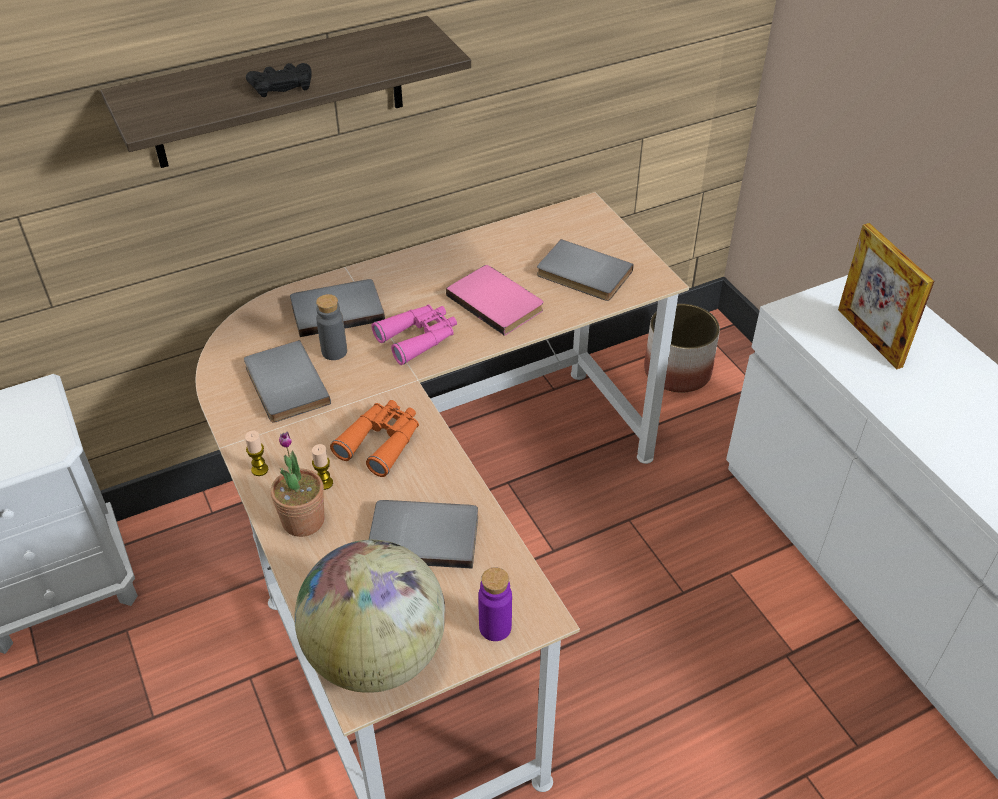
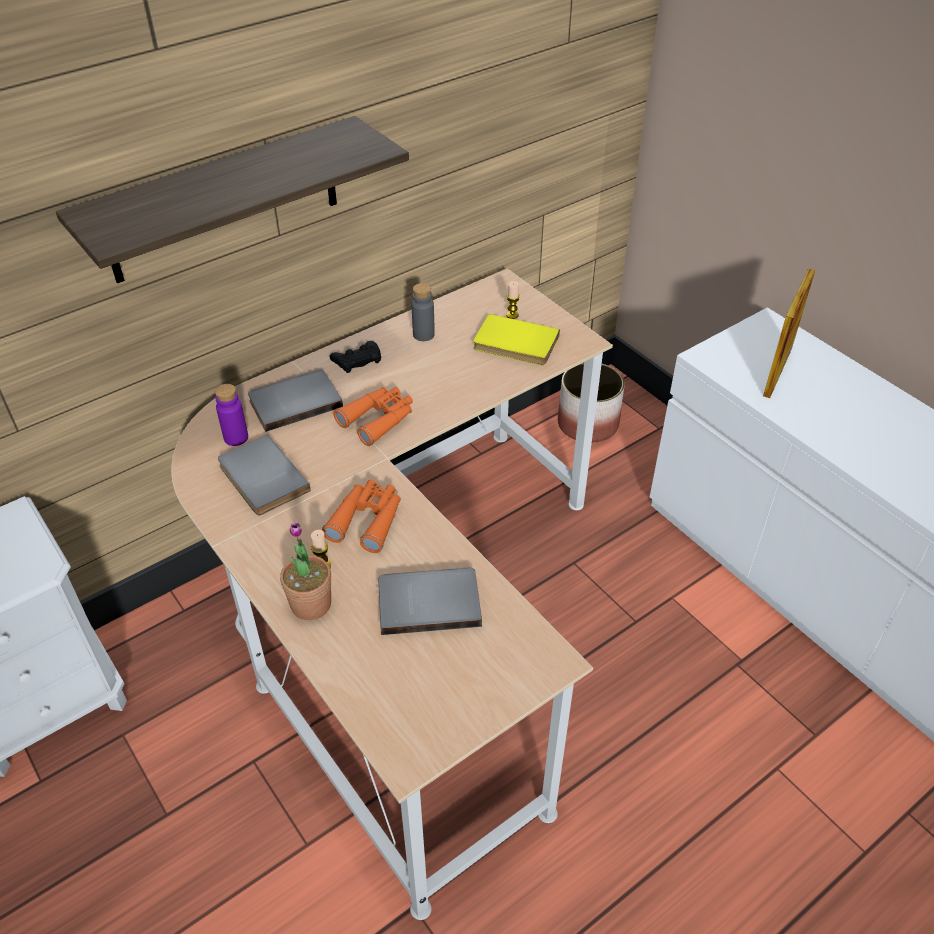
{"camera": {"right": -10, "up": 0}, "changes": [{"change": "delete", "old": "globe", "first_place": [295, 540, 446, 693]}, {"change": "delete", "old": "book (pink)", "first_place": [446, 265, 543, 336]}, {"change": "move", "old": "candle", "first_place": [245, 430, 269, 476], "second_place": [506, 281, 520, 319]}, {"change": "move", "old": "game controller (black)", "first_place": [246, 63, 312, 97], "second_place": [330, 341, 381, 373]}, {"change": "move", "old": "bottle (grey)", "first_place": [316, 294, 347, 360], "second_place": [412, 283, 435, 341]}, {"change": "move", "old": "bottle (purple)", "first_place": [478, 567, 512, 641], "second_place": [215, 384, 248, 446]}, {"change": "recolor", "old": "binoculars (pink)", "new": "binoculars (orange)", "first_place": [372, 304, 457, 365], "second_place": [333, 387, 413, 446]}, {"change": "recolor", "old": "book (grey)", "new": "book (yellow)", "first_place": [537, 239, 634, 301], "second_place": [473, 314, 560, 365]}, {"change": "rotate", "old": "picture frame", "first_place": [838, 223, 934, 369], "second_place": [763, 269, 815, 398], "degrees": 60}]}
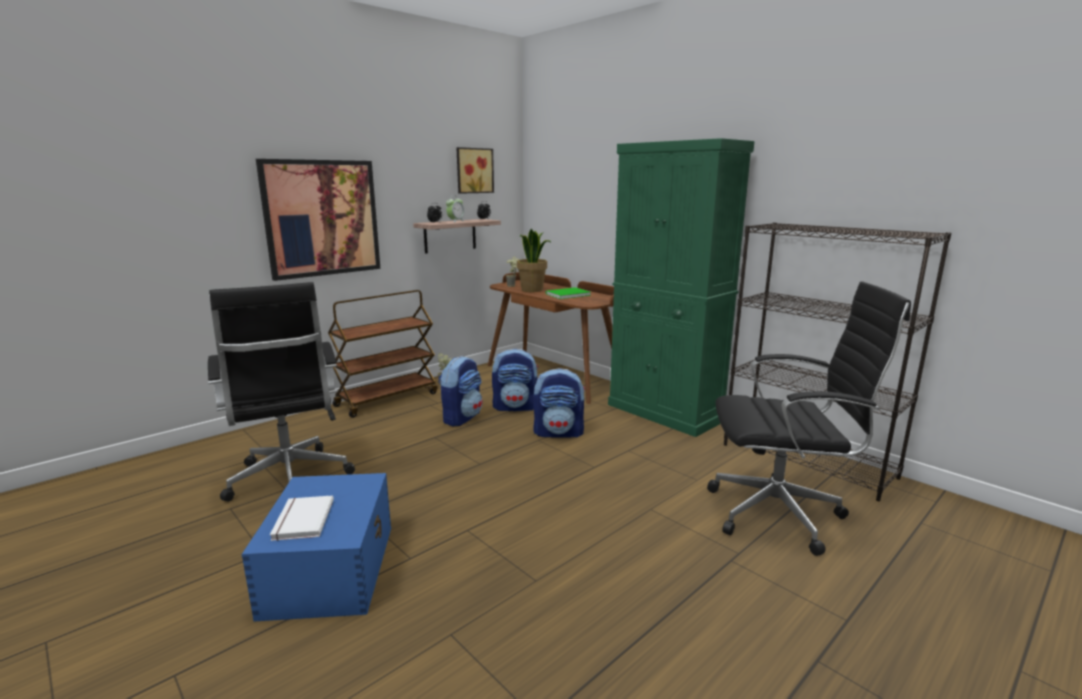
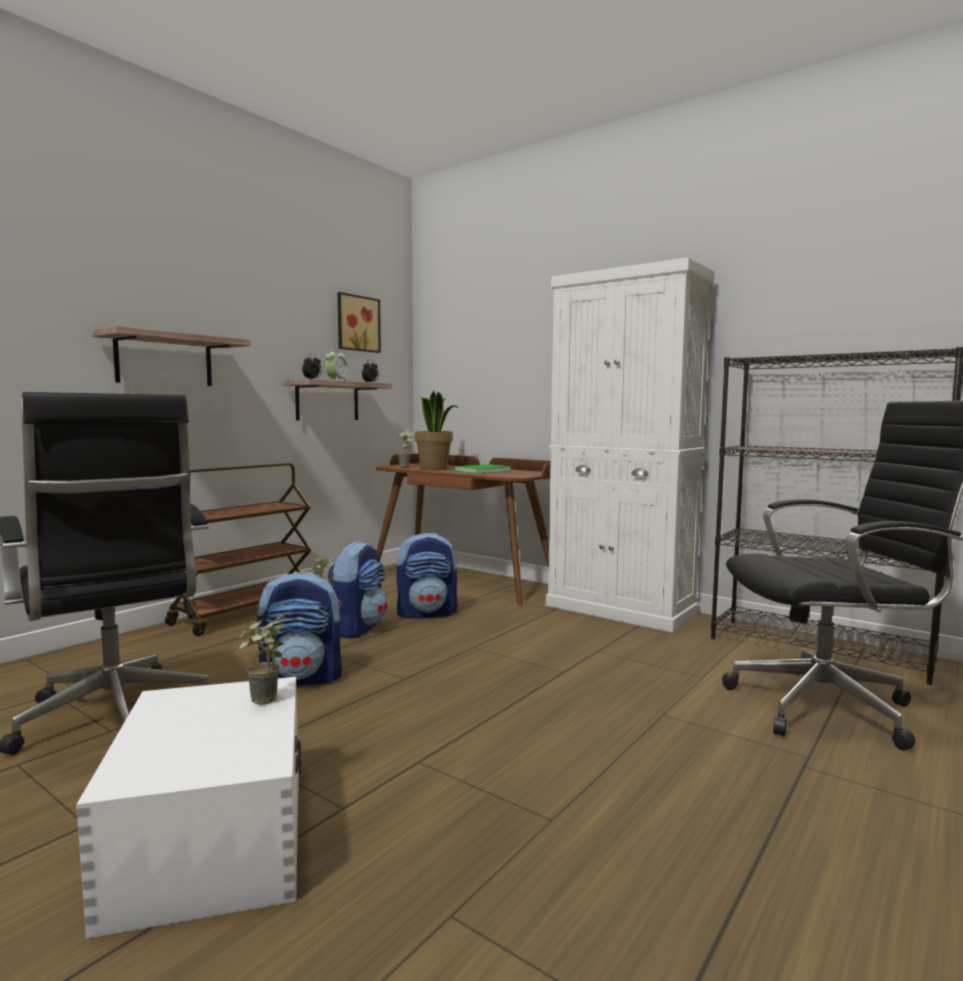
{"camera": {"right": -10, "up": -10}, "changes": [{"change": "delete", "old": "book (white)", "first_place": [270, 495, 334, 541]}, {"change": "insert", "new": "potted plant", "second_place": [238, 612, 287, 705]}, {"change": "move", "old": "backpack", "first_place": [533, 368, 585, 438], "second_place": [257, 572, 343, 686]}, {"change": "replace", "old": "picture", "new": "shelf", "first_place": [256, 159, 380, 281], "second_place": [92, 326, 251, 386]}, {"change": "recolor", "old": "storage box (blue)", "new": "storage box (white)", "first_place": [242, 473, 391, 622], "second_place": [76, 677, 302, 939]}, {"change": "recolor", "old": "cabinet (green)", "new": "cabinet (white)", "first_place": [608, 138, 755, 437], "second_place": [546, 258, 714, 633]}]}
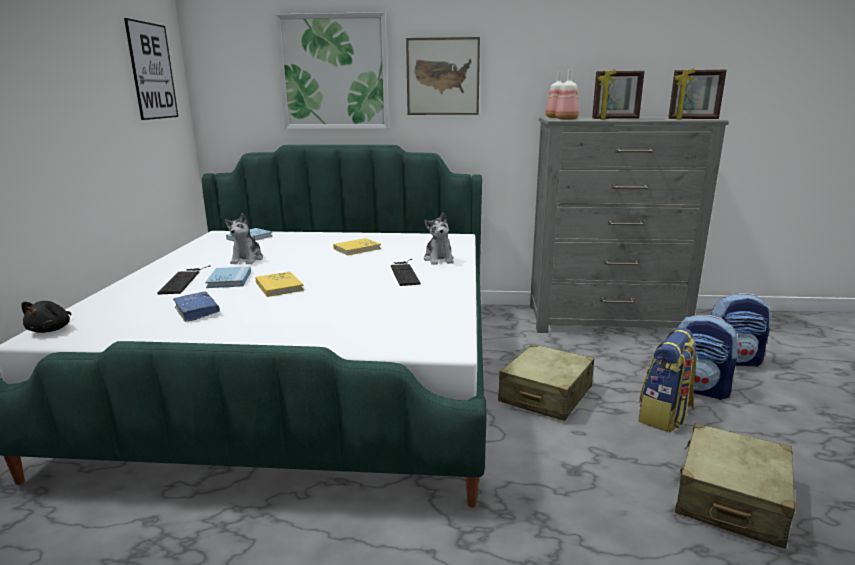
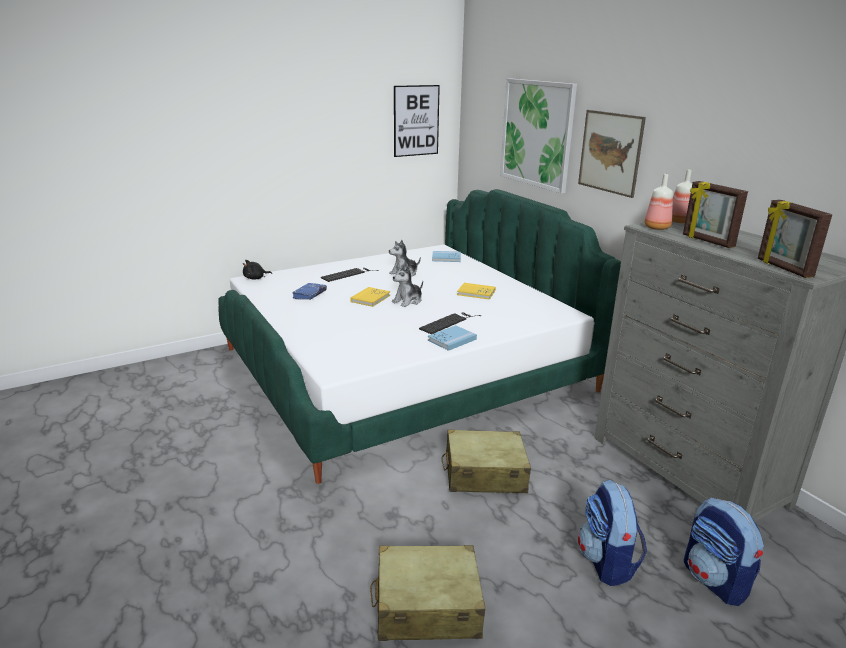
{"camera": {"right": 55, "up": 5}, "changes": [{"change": "delete", "old": "backpack", "first_place": [638, 327, 697, 432]}, {"change": "move", "old": "book (blue)", "first_place": [205, 266, 251, 288], "second_place": [428, 325, 477, 351]}, {"change": "move", "old": "plush toy", "first_place": [424, 213, 454, 265], "second_place": [392, 264, 423, 307]}]}
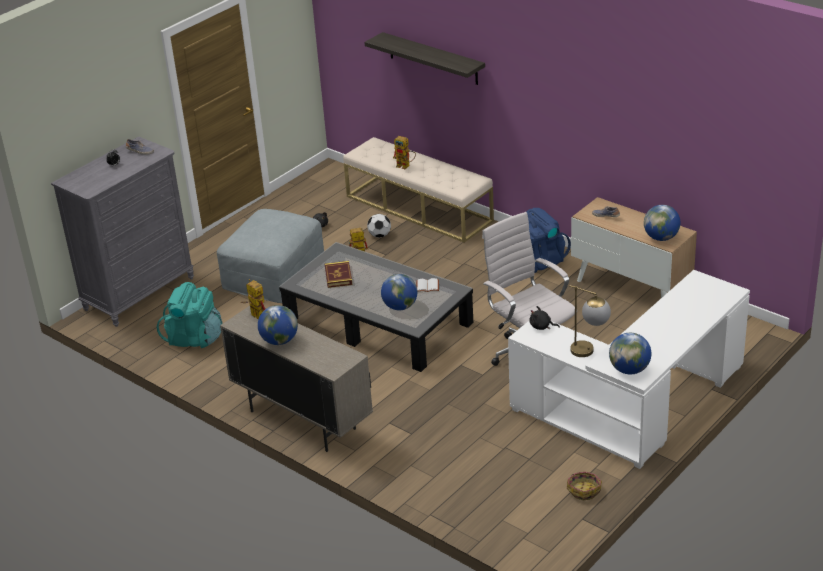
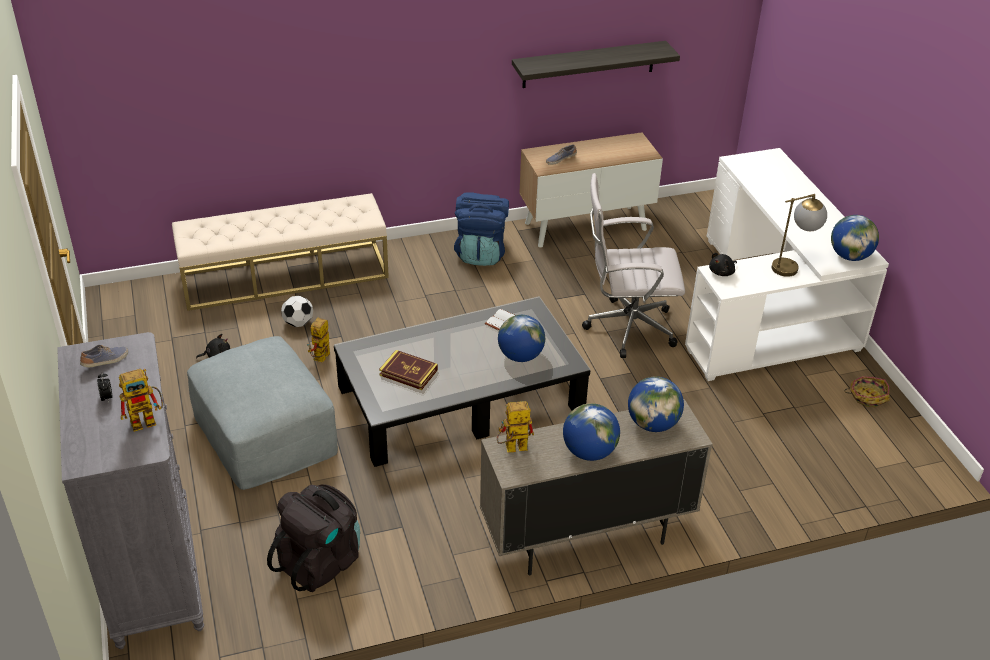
{"camera": {"right": -60, "up": 5}, "changes": [{"change": "move", "old": "shelf", "first_place": [365, 32, 485, 85], "second_place": [512, 41, 680, 88]}, {"change": "move", "old": "toy robot", "first_place": [393, 136, 416, 170], "second_place": [119, 369, 163, 432]}, {"change": "move", "old": "globe", "first_place": [644, 205, 680, 241], "second_place": [628, 377, 684, 432]}, {"change": "recolor", "old": "backpack (turquoise)", "new": "backpack (black)", "first_place": [157, 282, 223, 348], "second_place": [267, 484, 360, 592]}]}
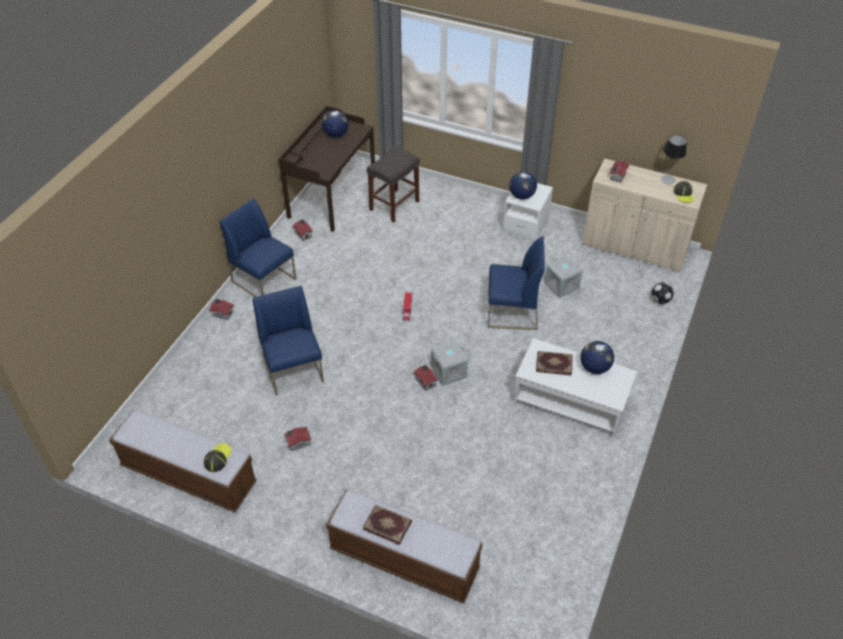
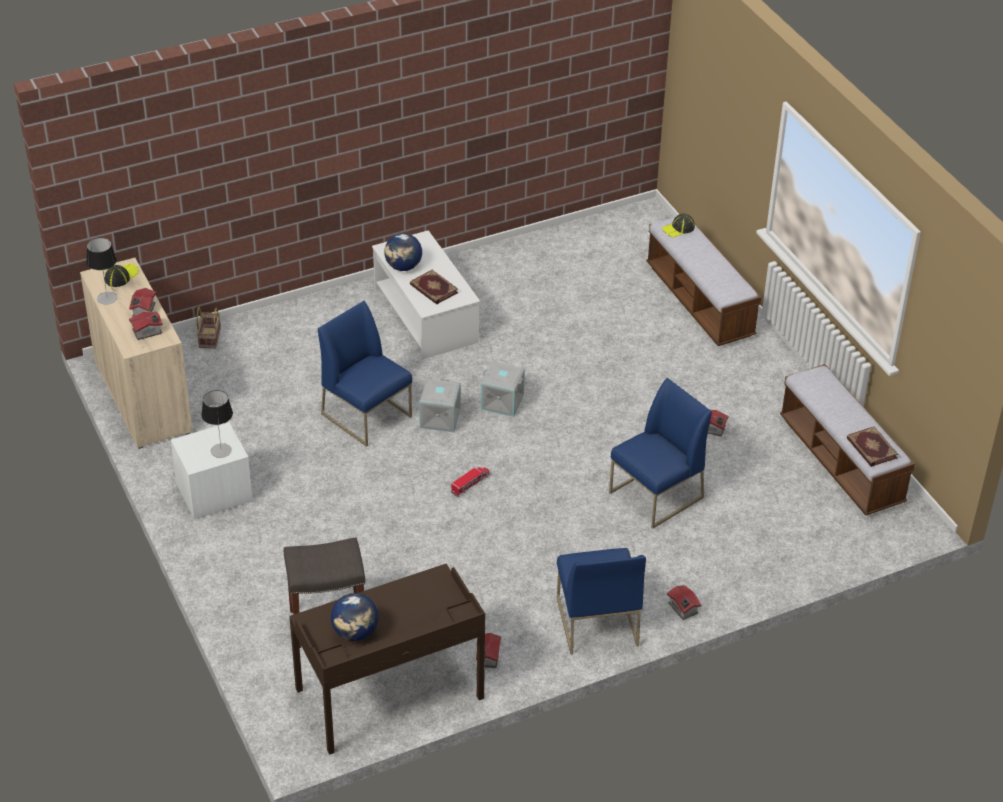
{"camera": {"right": -140, "up": -5}, "changes": [{"change": "move", "old": "cap", "first_place": [204, 443, 232, 472], "second_place": [662, 213, 695, 237]}, {"change": "move", "old": "book", "first_place": [363, 505, 412, 545], "second_place": [847, 426, 898, 467]}, {"change": "move", "old": "toy house", "first_place": [413, 365, 438, 391], "second_place": [129, 288, 156, 317]}, {"change": "move", "old": "storage box (grey)", "first_place": [544, 256, 583, 298], "second_place": [419, 379, 461, 432]}, {"change": "replace", "old": "globe", "new": "table lamp", "first_place": [509, 172, 537, 200], "second_place": [202, 390, 233, 458]}, {"change": "replace", "old": "football", "new": "basket", "first_place": [652, 282, 674, 304], "second_place": [196, 307, 221, 349]}, {"change": "rotate", "old": "chair (blue)", "first_place": [253, 286, 324, 396], "second_place": [609, 378, 712, 529], "degrees": -150}]}
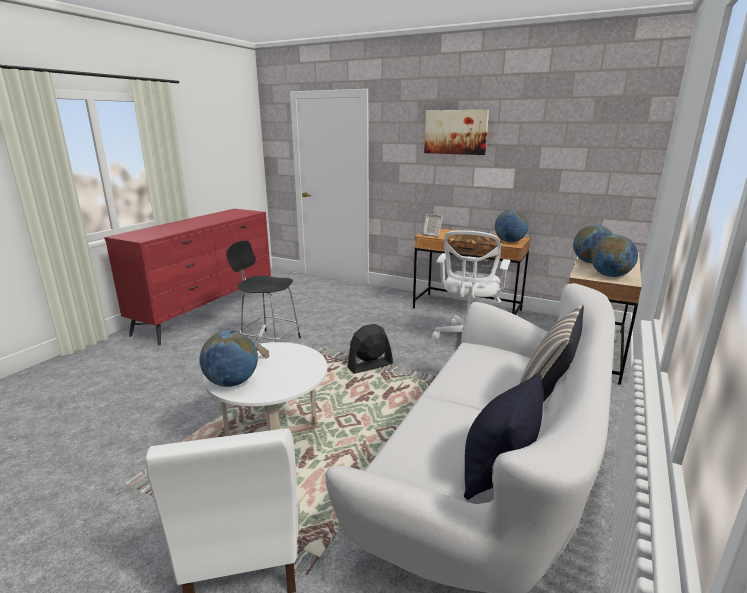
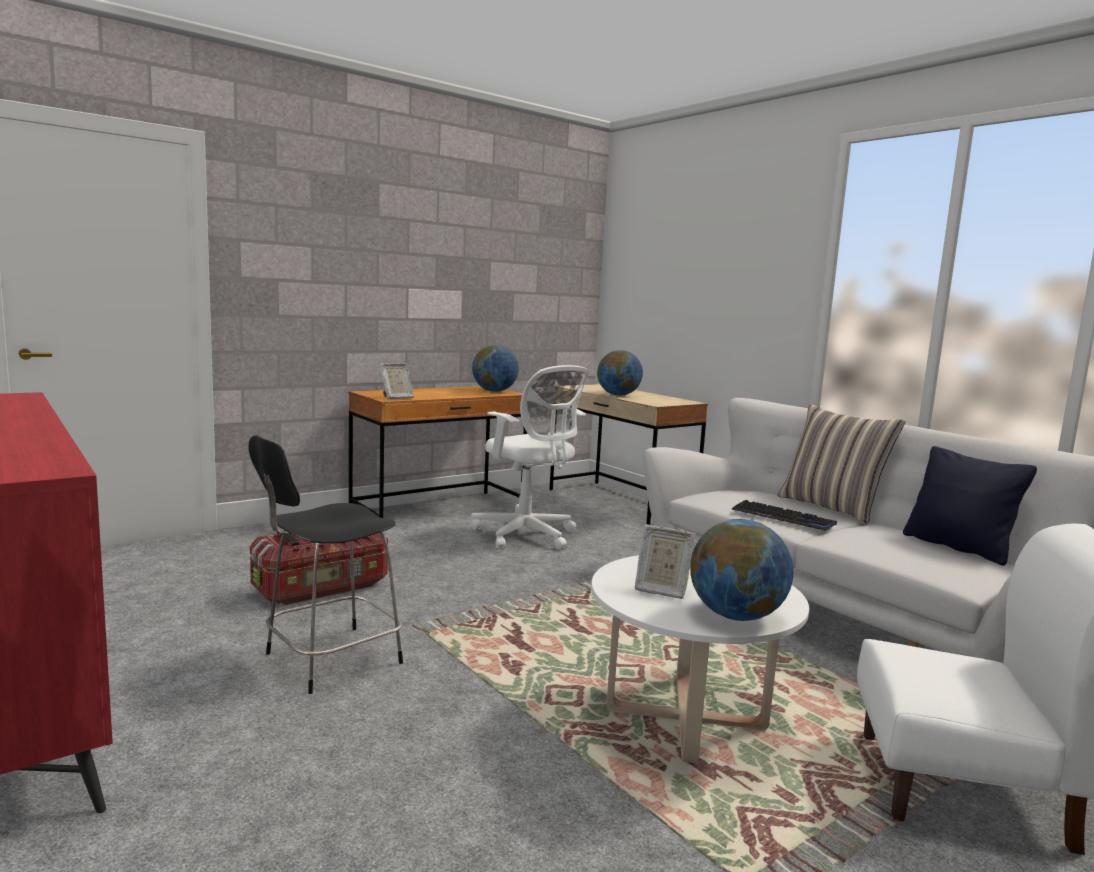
{"camera": {"right": -65, "up": -10}, "changes": [{"change": "delete", "old": "fan (black)", "first_place": [348, 324, 393, 374]}, {"change": "delete", "old": "picture", "first_place": [424, 110, 489, 155]}, {"change": "delete", "old": "globe", "first_place": [591, 235, 638, 277]}, {"change": "insert", "new": "storage box", "second_place": [250, 533, 388, 605]}, {"change": "insert", "new": "keyboard", "second_place": [731, 500, 837, 531]}]}
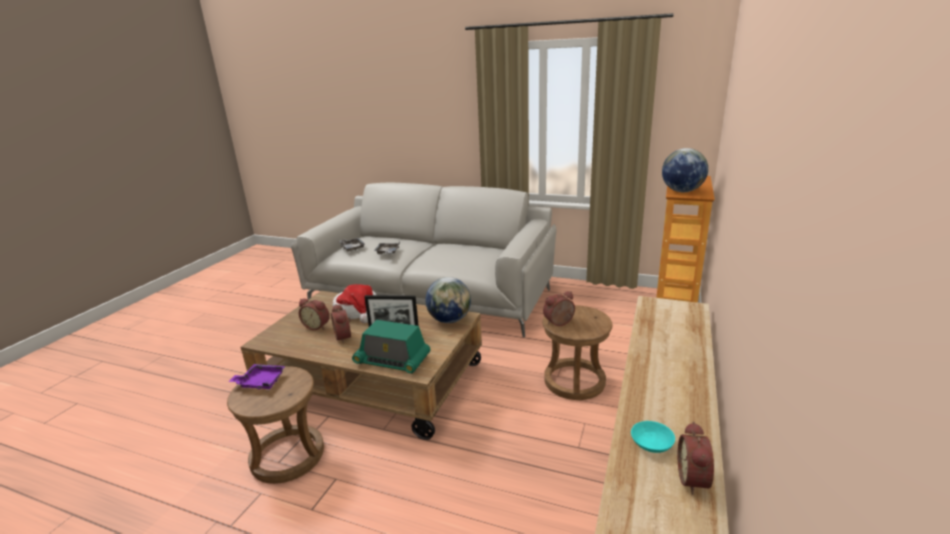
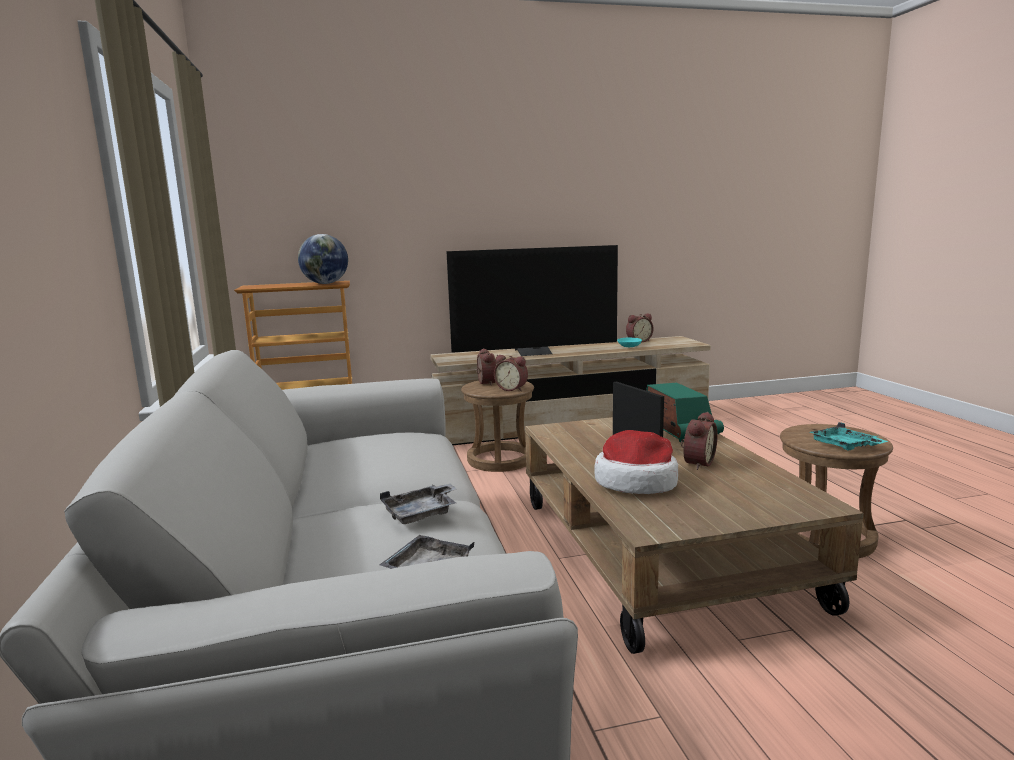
{"camera": {"right": -125, "up": -10}, "changes": [{"change": "delete", "old": "globe", "first_place": [425, 277, 471, 323]}, {"change": "insert", "new": "television", "second_place": [446, 245, 618, 356]}, {"change": "move", "old": "alarm clock", "first_place": [299, 299, 330, 330], "second_place": [476, 348, 496, 386]}, {"change": "recolor", "old": "tray (purple)", "new": "tray (turquoise)", "first_place": [228, 364, 286, 389], "second_place": [809, 422, 888, 450]}]}
